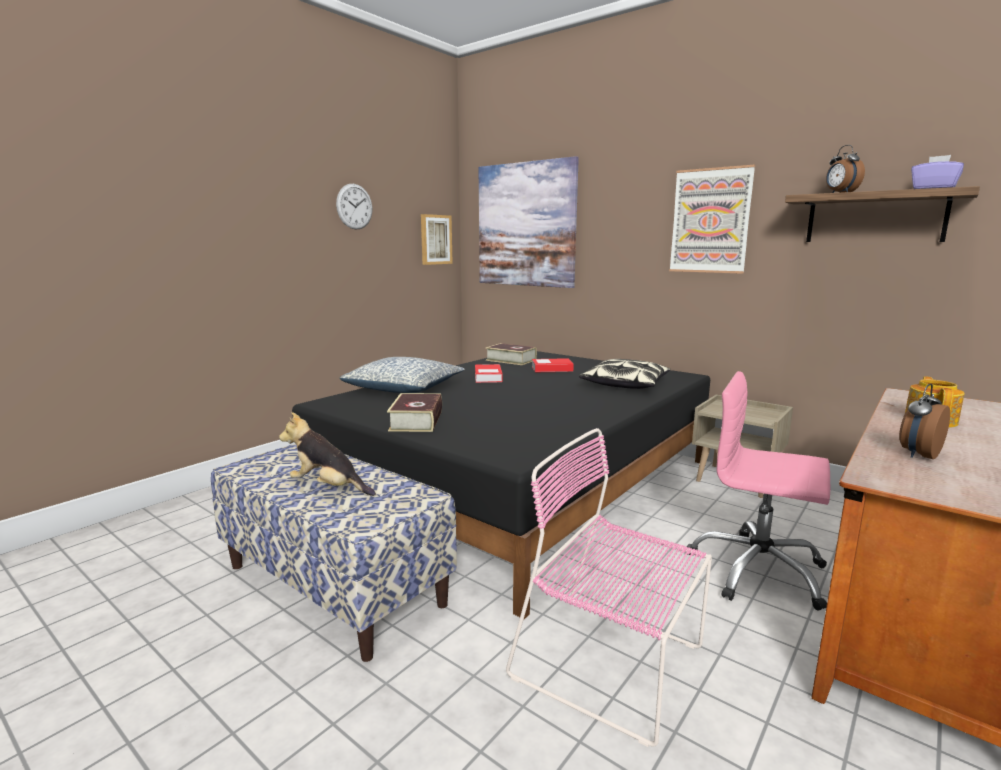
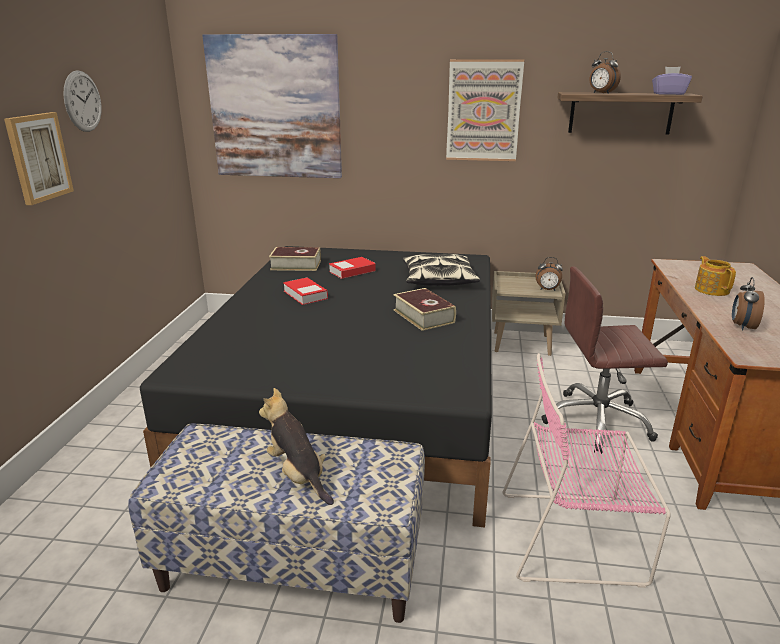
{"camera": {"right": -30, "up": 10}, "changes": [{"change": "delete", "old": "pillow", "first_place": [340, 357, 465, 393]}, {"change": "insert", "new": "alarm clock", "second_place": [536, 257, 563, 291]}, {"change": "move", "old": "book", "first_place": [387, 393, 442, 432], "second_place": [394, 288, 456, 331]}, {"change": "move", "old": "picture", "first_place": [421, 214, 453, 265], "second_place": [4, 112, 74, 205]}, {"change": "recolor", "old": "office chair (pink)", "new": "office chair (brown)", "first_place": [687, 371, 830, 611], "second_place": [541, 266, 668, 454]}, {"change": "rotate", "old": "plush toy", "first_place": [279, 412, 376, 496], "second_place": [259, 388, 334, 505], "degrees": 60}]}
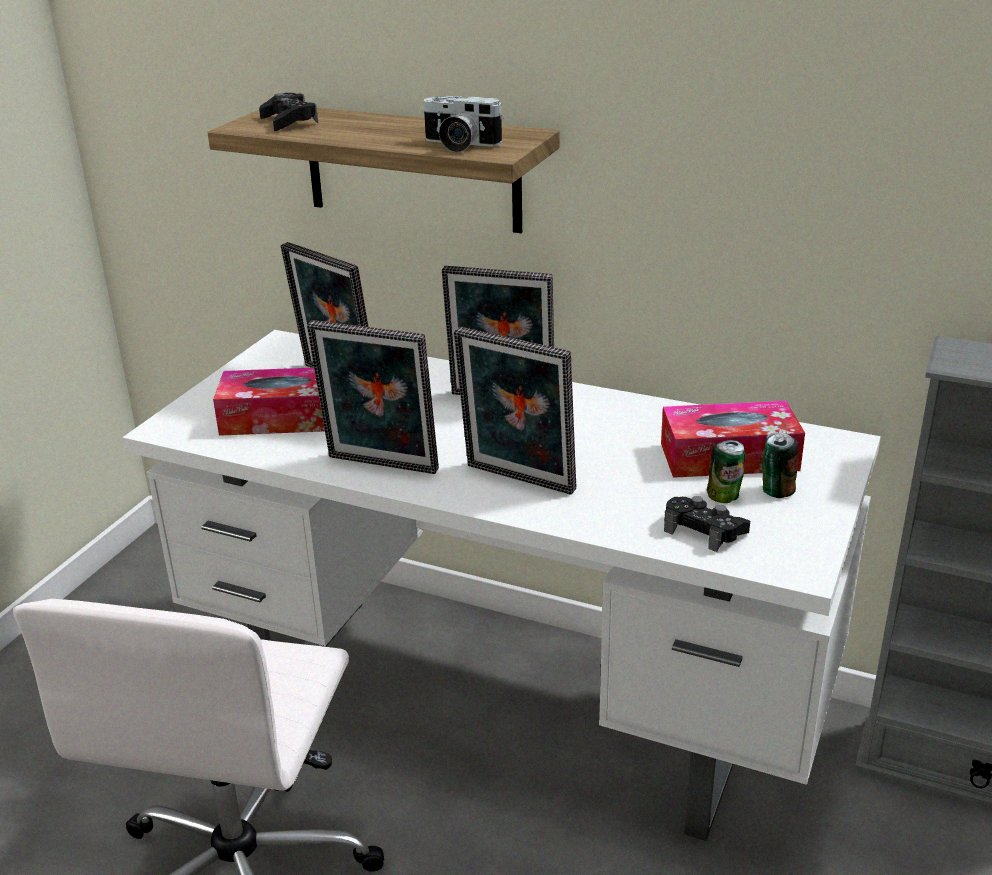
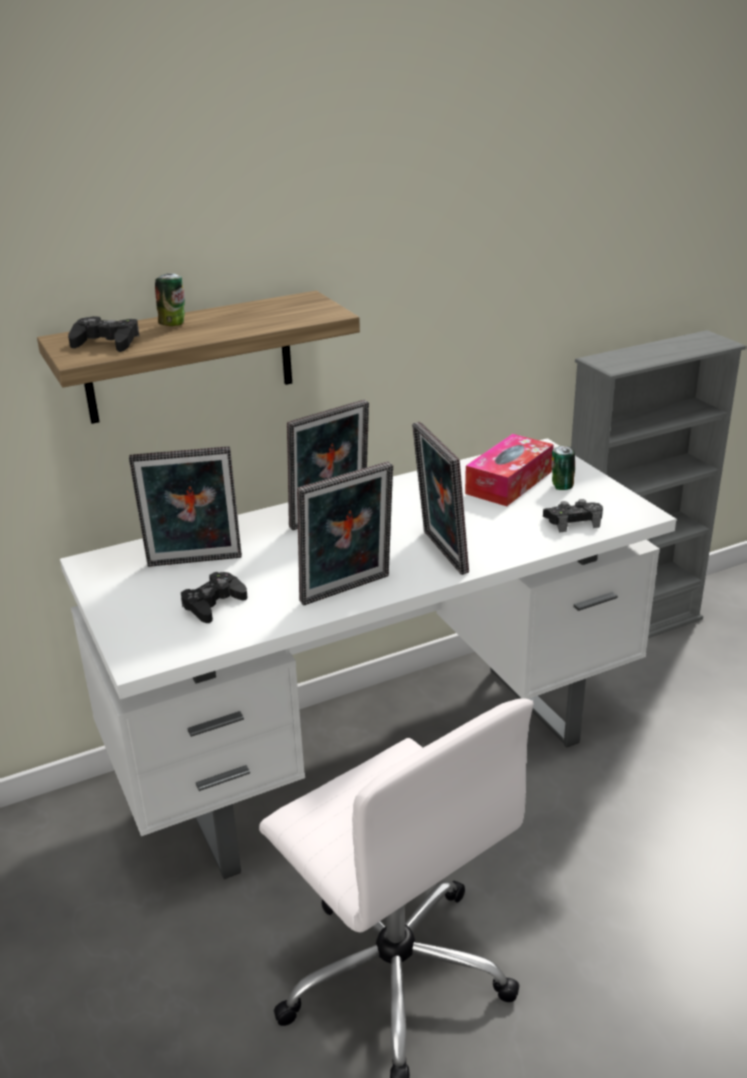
{"camera": {"right": -50, "up": 0}, "changes": [{"change": "delete", "old": "photo camera", "first_place": [422, 96, 504, 152]}, {"change": "move", "old": "can", "first_place": [707, 440, 745, 503], "second_place": [155, 273, 185, 326]}, {"change": "replace", "old": "tissue box", "new": "game controller (black)", "first_place": [213, 367, 325, 436], "second_place": [181, 572, 247, 623]}, {"change": "rotate", "old": "picture frame", "first_place": [454, 327, 576, 495], "second_place": [412, 422, 469, 575], "degrees": 90}]}
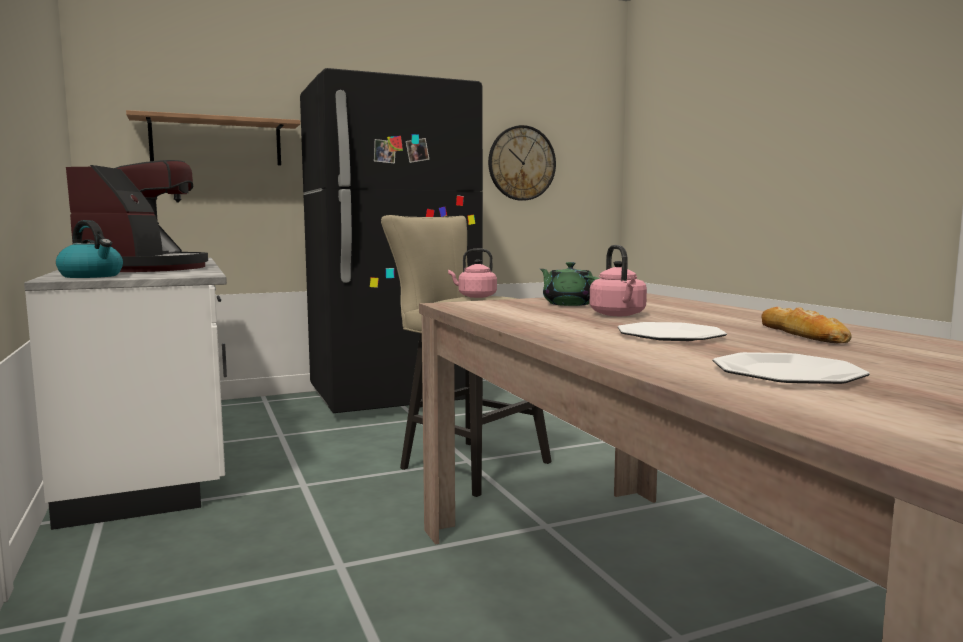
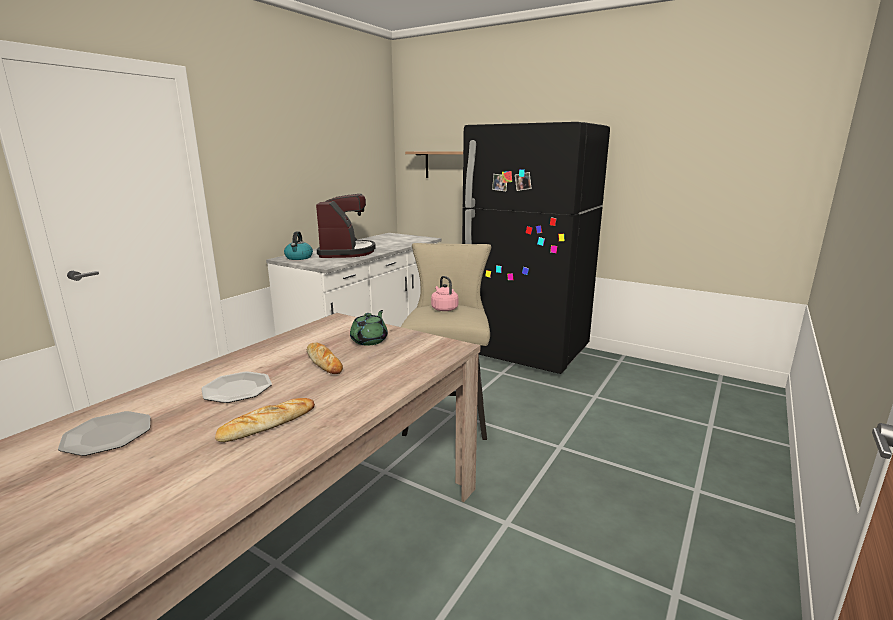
{"camera": {"right": 55, "up": 10}, "changes": [{"change": "delete", "old": "wall clock", "first_place": [488, 125, 556, 201]}, {"change": "replace", "old": "kettle (pink)", "new": "bread", "first_place": [590, 245, 647, 316], "second_place": [307, 342, 343, 374]}, {"change": "rotate", "old": "coffee machine", "first_place": [66, 160, 208, 272], "second_place": [316, 194, 375, 258], "degrees": -60}]}
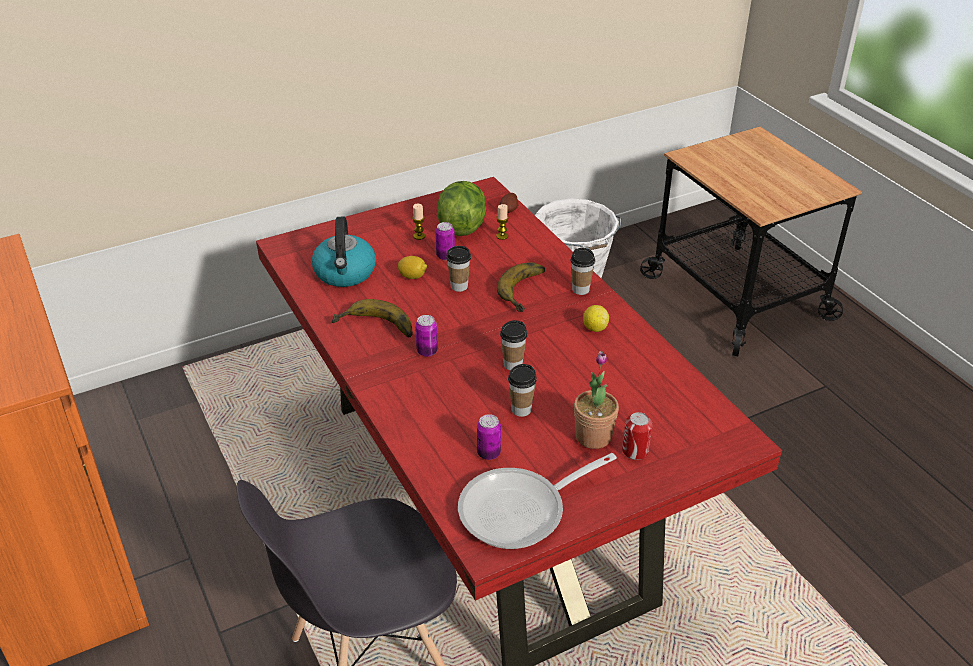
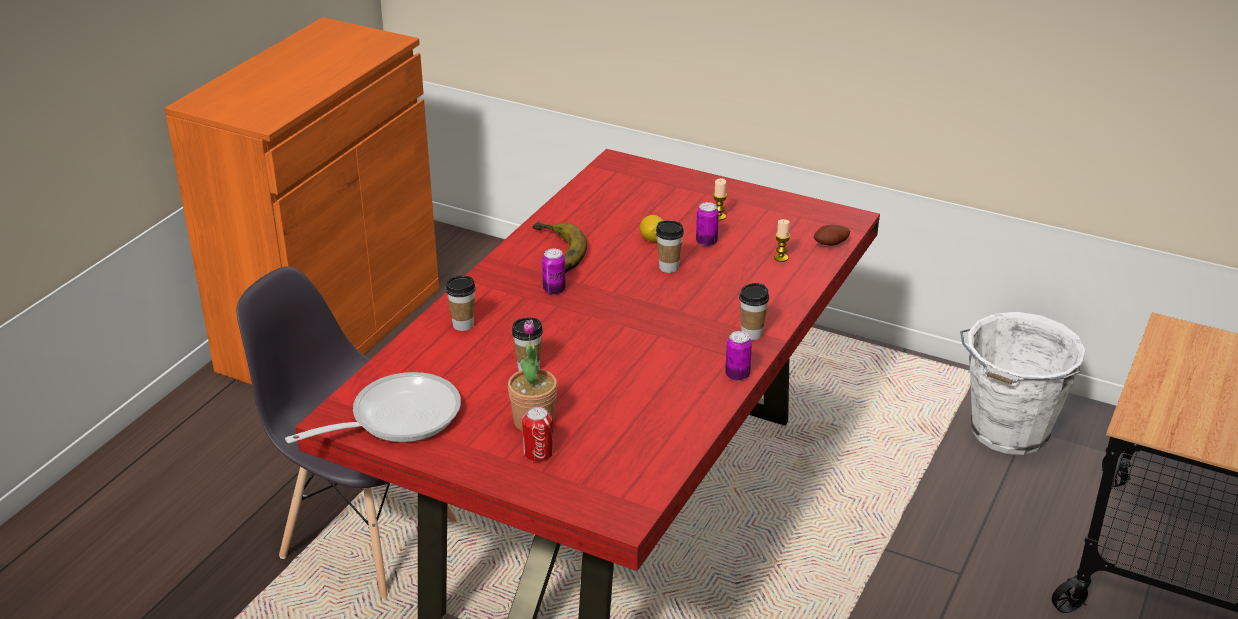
{"camera": {"right": 55, "up": -5}, "changes": [{"change": "delete", "old": "kettle", "first_place": [312, 217, 376, 287]}, {"change": "delete", "old": "lettuce", "first_place": [438, 181, 486, 236]}, {"change": "delete", "old": "banana", "first_place": [497, 263, 545, 312]}, {"change": "delete", "old": "lemon", "first_place": [583, 305, 609, 332]}, {"change": "move", "old": "can", "first_place": [477, 414, 501, 460], "second_place": [725, 331, 752, 381]}, {"change": "move", "old": "cup", "first_place": [500, 320, 527, 371], "second_place": [446, 276, 476, 331]}, {"change": "rotate", "old": "frying pan", "first_place": [458, 453, 617, 549], "second_place": [285, 372, 461, 443], "degrees": 120}]}
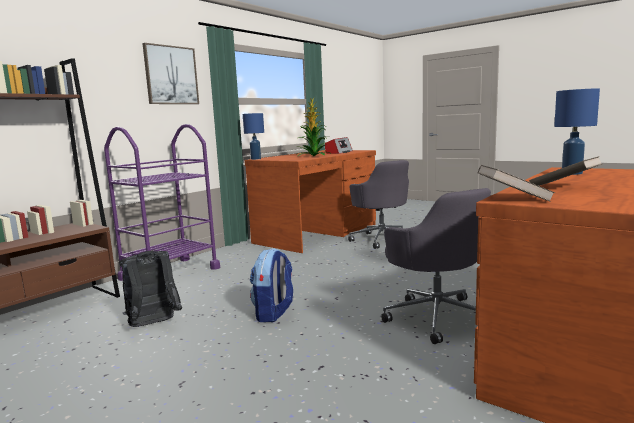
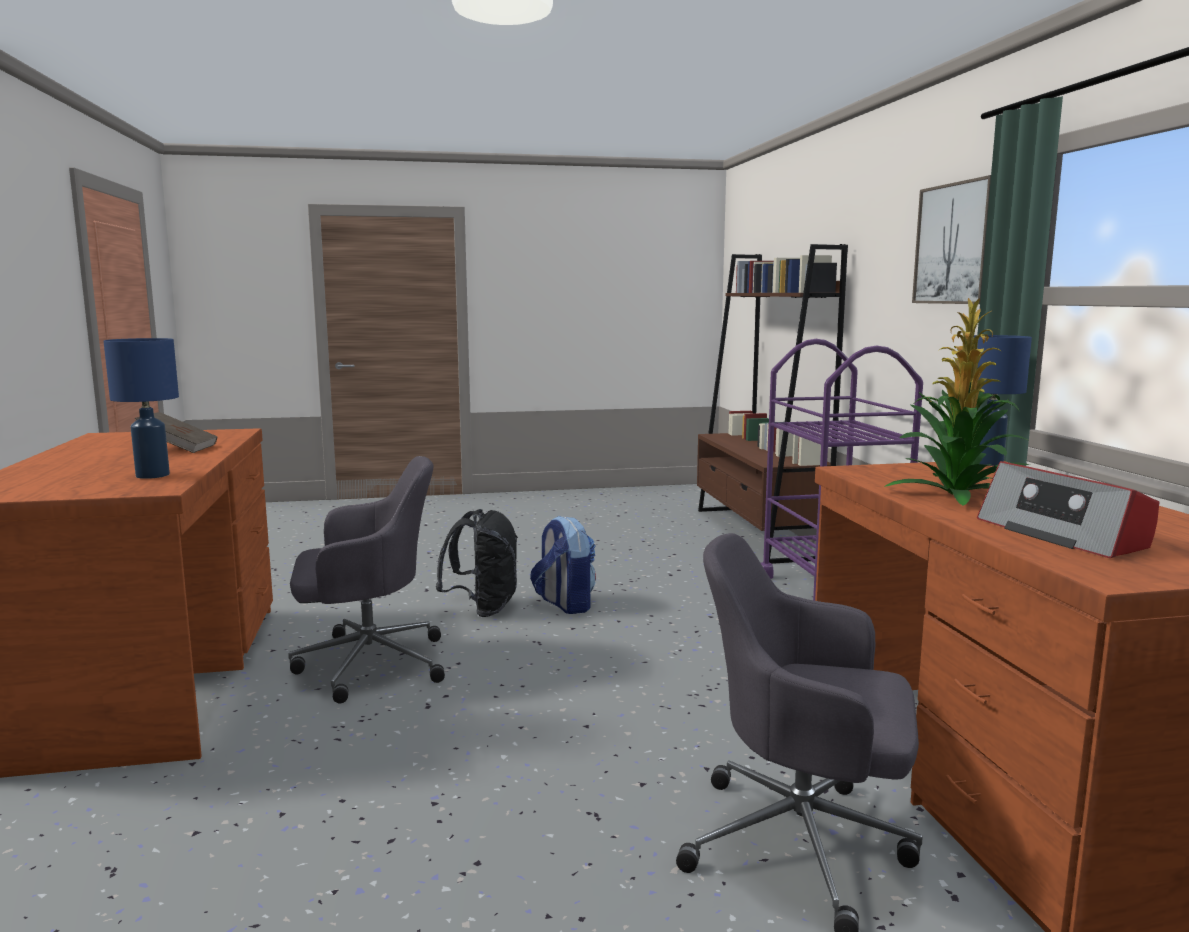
{"camera": {"right": 130, "up": 0}, "changes": [{"change": "delete", "old": "book (brown)", "first_place": [478, 165, 555, 202]}, {"change": "move", "old": "backpack (black)", "first_place": [119, 251, 183, 327], "second_place": [436, 509, 518, 617]}, {"change": "rotate", "old": "office chair (grey)", "first_place": [381, 188, 491, 344], "second_place": [288, 456, 445, 703], "degrees": 150}]}
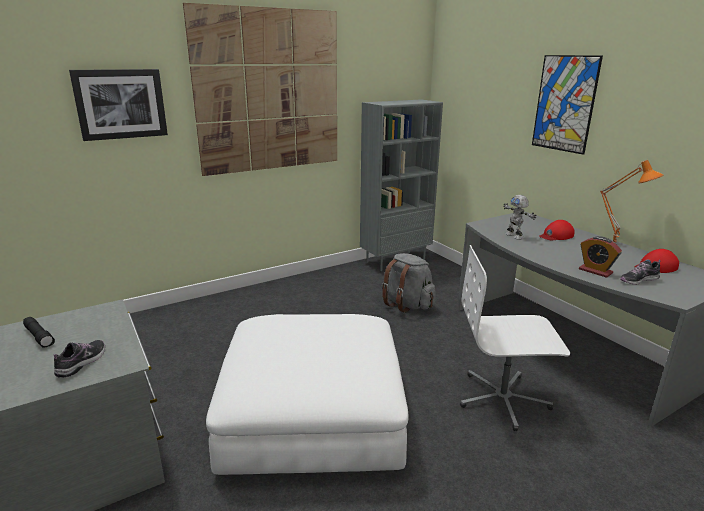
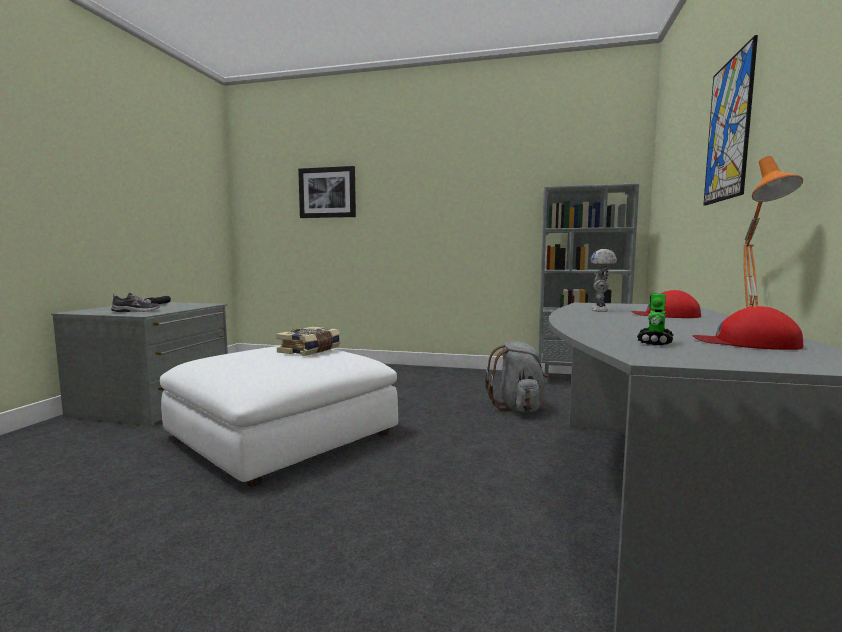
{"camera": {"right": 45, "up": -15}, "changes": [{"change": "delete", "old": "picture", "first_place": [183, 3, 337, 176]}, {"change": "delete", "old": "office chair (white)", "first_place": [460, 245, 570, 431]}, {"change": "delete", "old": "alarm clock", "first_place": [579, 236, 622, 278]}, {"change": "insert", "new": "book", "second_place": [276, 327, 340, 356]}, {"change": "replace", "old": "shoe", "new": "toy robot", "first_place": [620, 260, 661, 285], "second_place": [637, 293, 674, 346]}]}
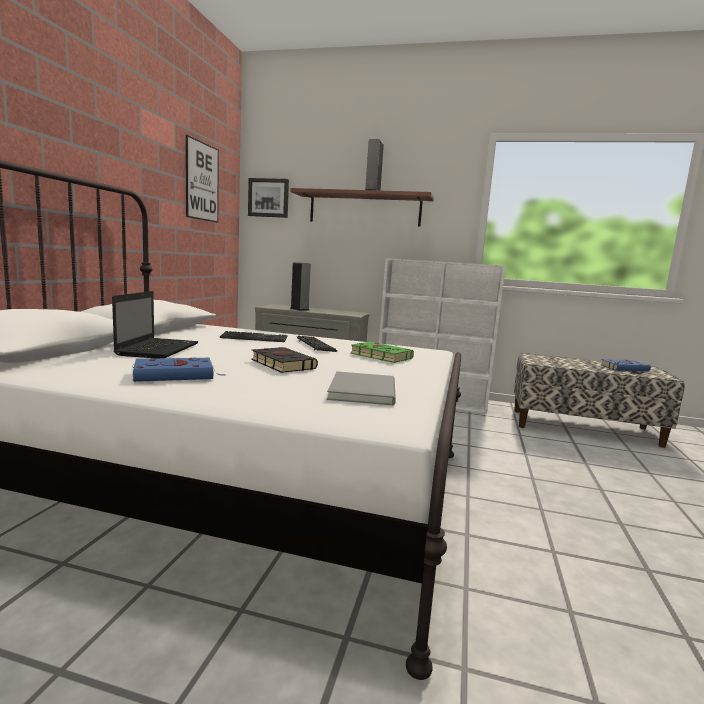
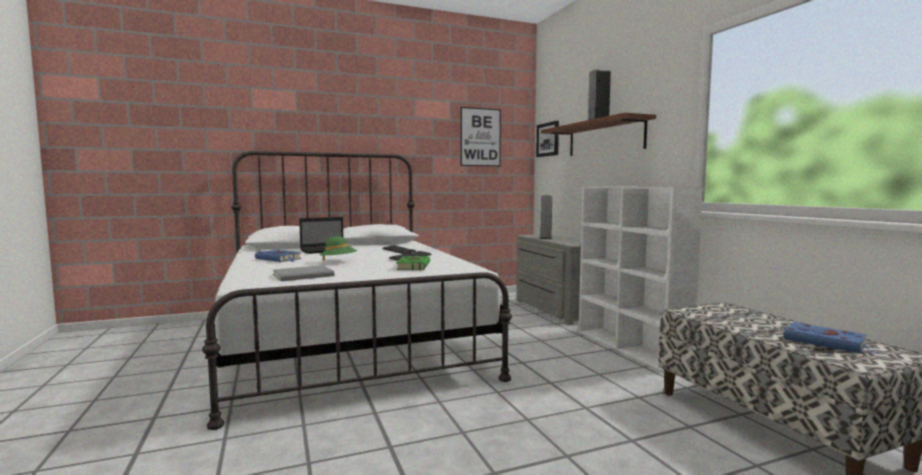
{"camera": {"right": 55, "up": -5}, "changes": [{"change": "replace", "old": "book (black)", "new": "hat (green)", "first_place": [251, 347, 318, 373], "second_place": [320, 236, 358, 261]}]}
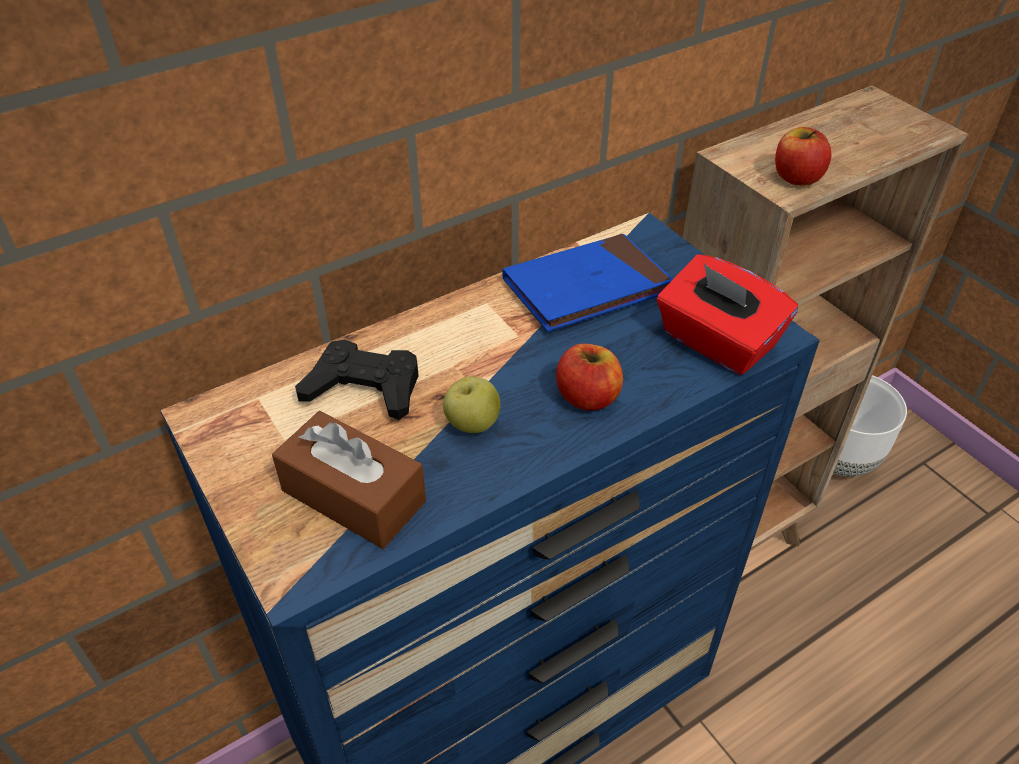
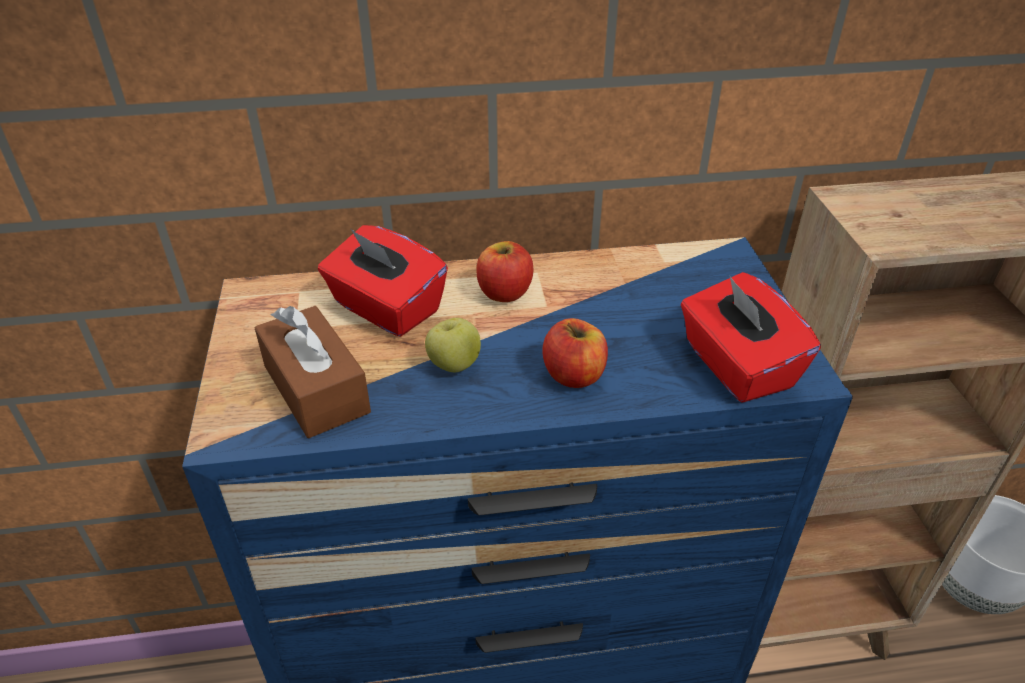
{"camera": {"right": 25, "up": -5}, "changes": [{"change": "delete", "old": "book (blue)", "first_place": [503, 234, 673, 332]}, {"change": "move", "old": "apple", "first_place": [775, 127, 831, 186], "second_place": [477, 241, 534, 302]}, {"change": "replace", "old": "game controller (black)", "new": "tissue box (red)", "first_place": [295, 340, 419, 420], "second_place": [318, 225, 448, 337]}]}
